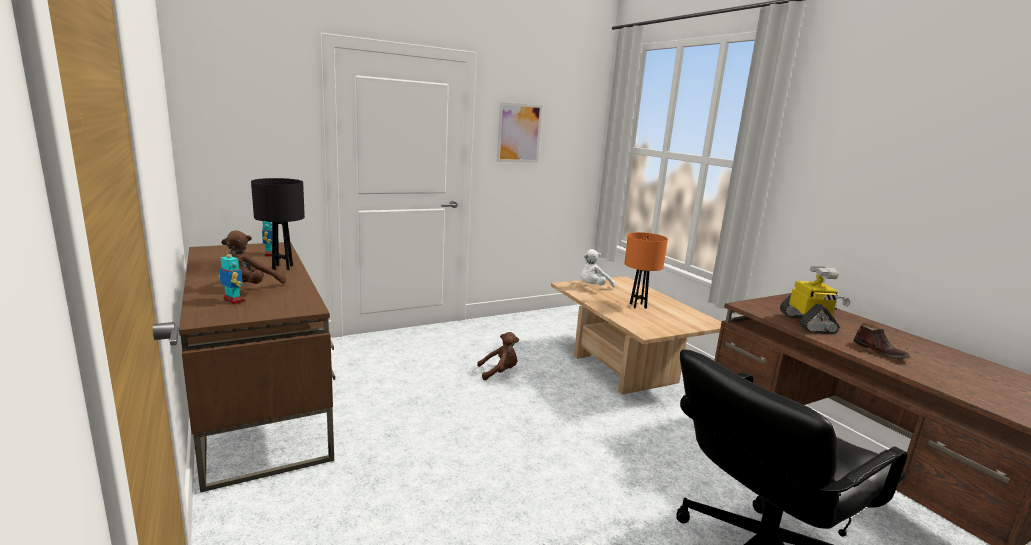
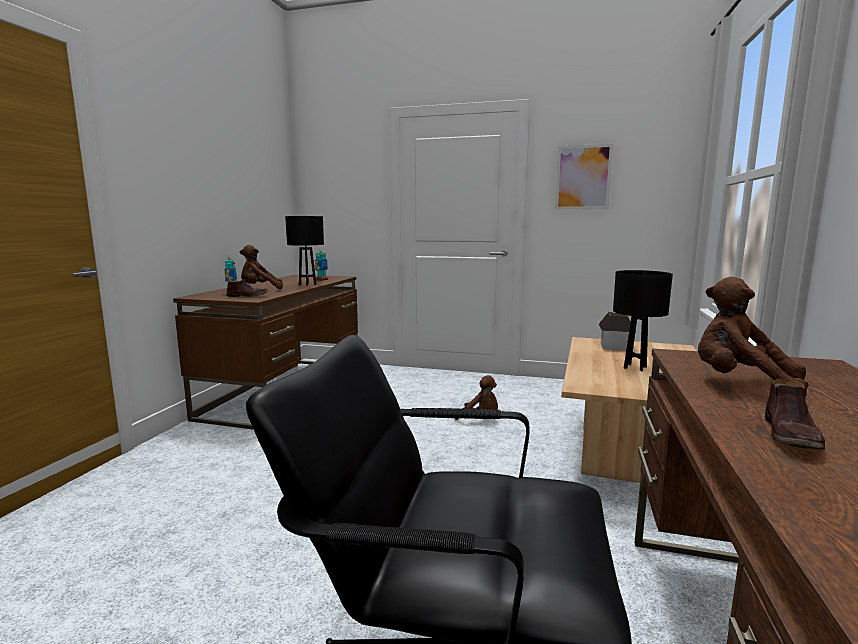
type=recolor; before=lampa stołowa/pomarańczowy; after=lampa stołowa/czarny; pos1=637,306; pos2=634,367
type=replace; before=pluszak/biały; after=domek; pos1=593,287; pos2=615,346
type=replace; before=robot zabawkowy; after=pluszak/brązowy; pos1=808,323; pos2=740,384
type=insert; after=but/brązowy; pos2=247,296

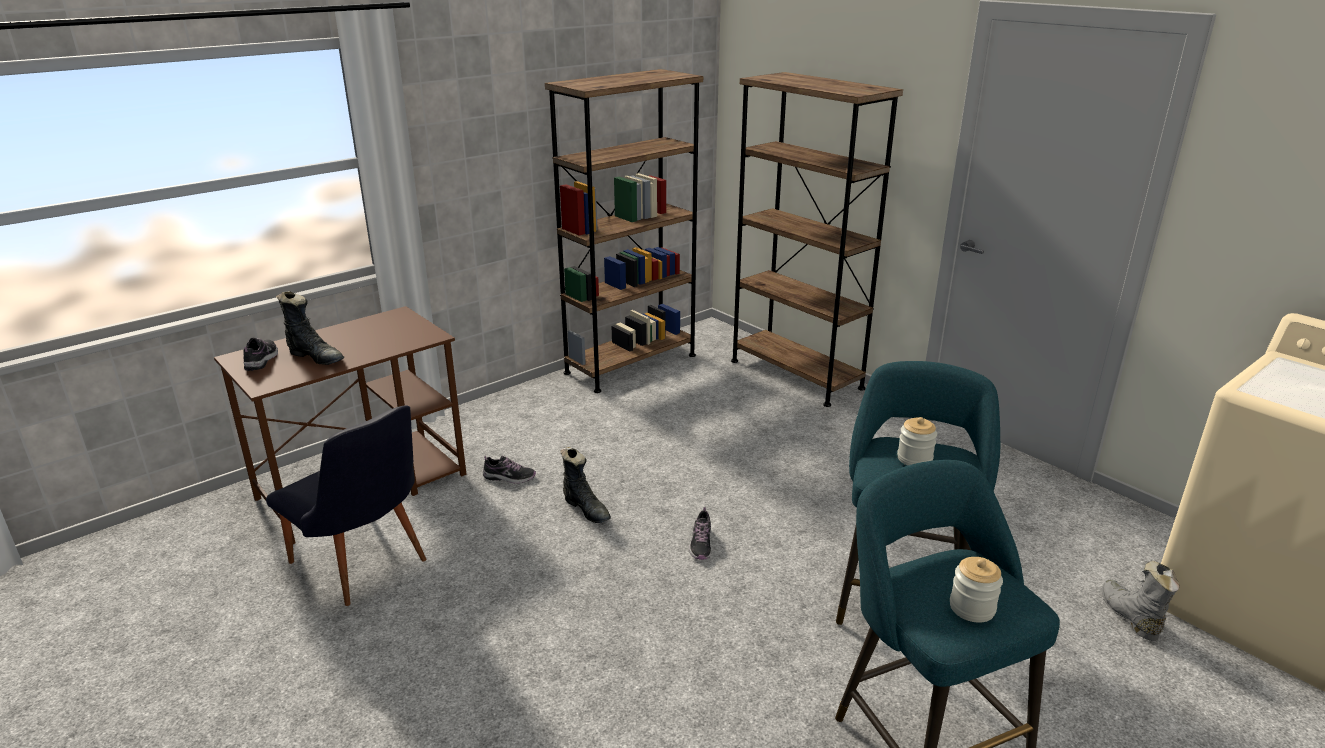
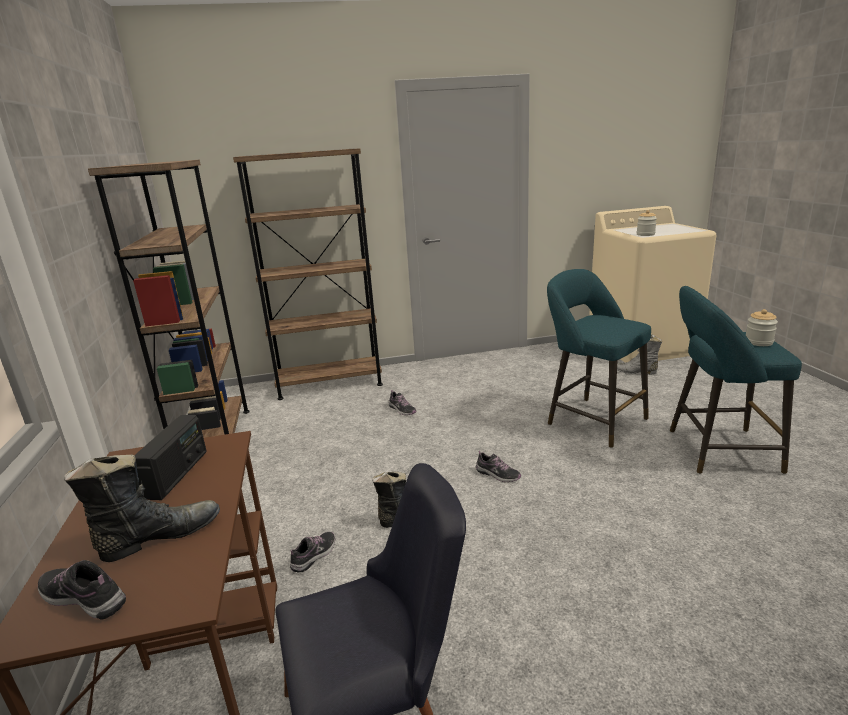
type=move; before=słoik; pos1=914,459; pos2=645,234
type=insert; after=but; pos2=402,410
type=insert; after=radio; pos2=177,474

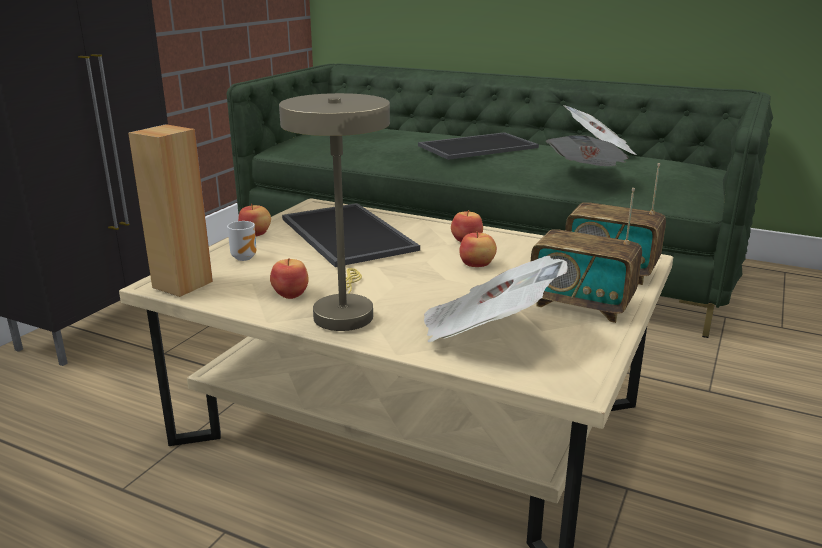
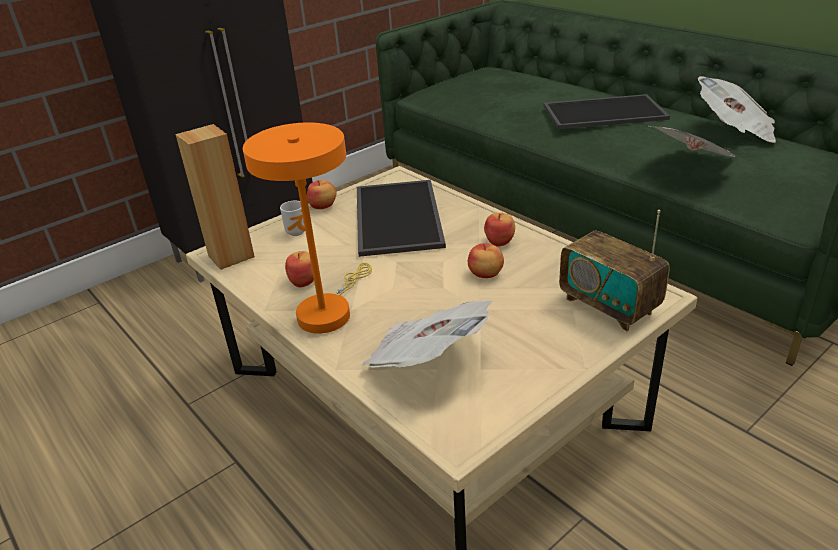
type=recolor; before=lampa stołowa/beżowy; after=lampa stołowa/pomarańczowy; pos1=343,311; pos2=328,311
type=delete; before=radio; pos1=581,305

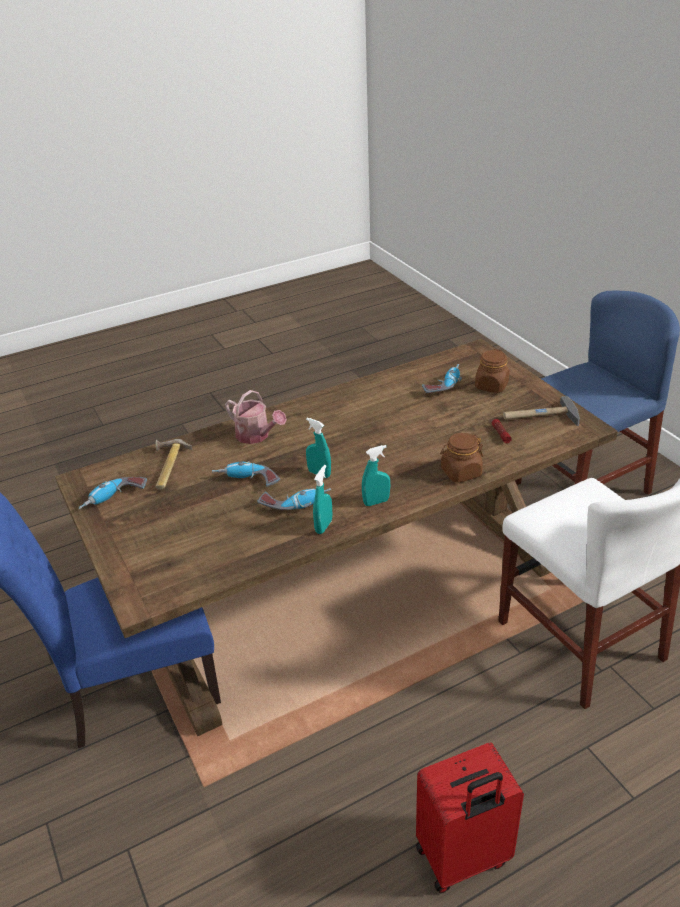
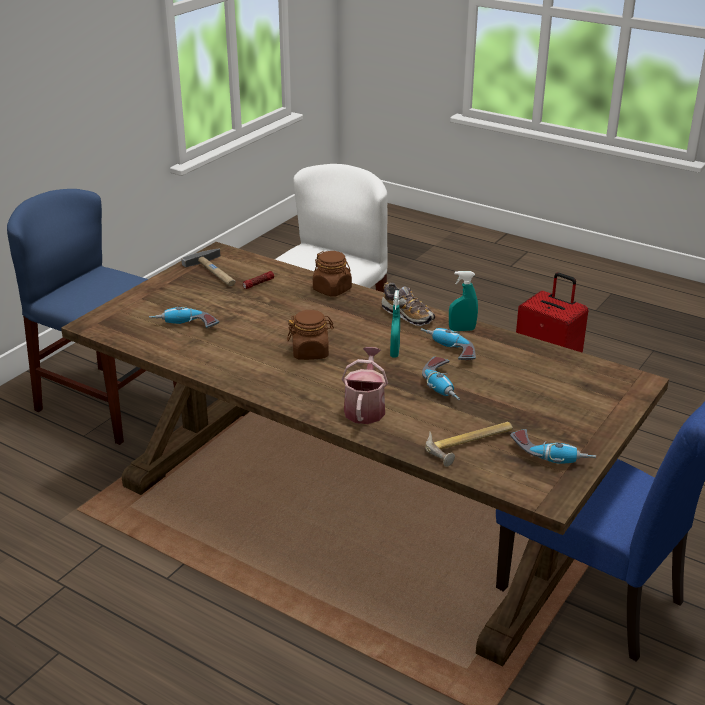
type=move; before=słoik/brązowy; pos1=491,386; pos2=310,352
type=replace; before=spryskiwacz/turkusowy; after=but; pos1=376,502; pos2=407,315

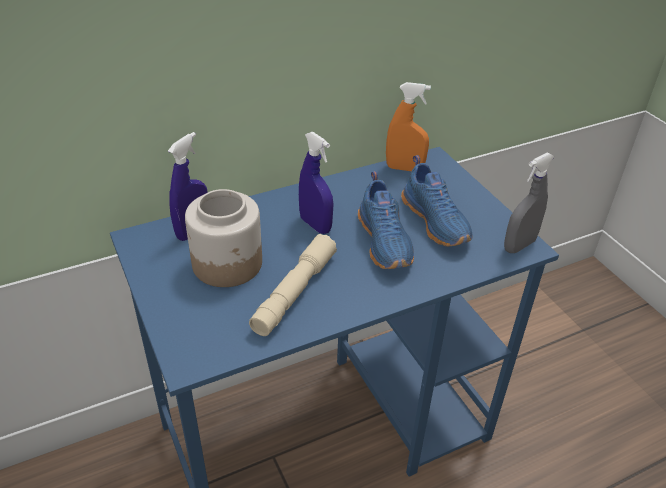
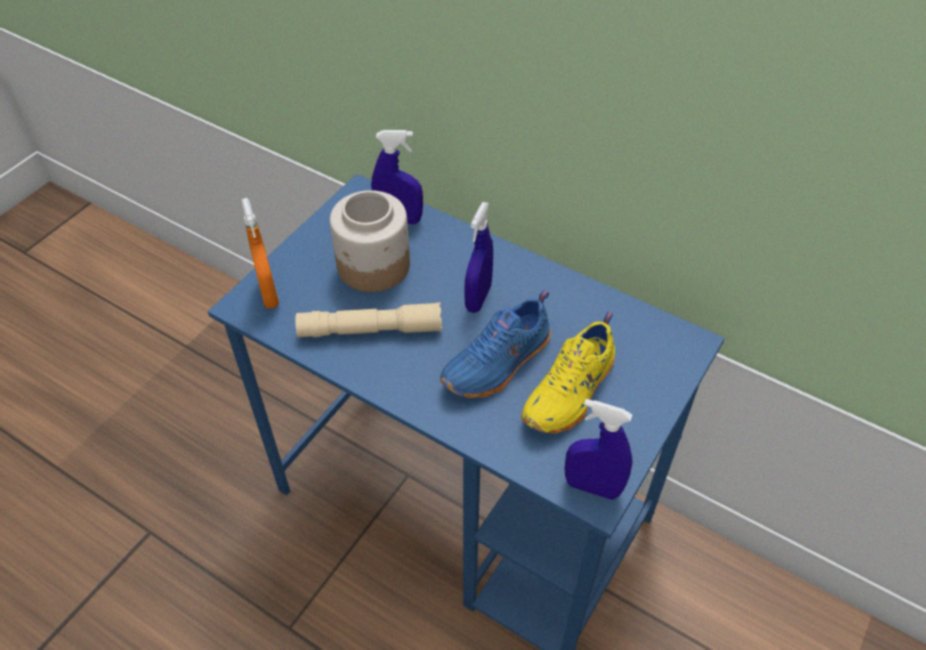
type=move; before=spryskiwacz/pomarańczowy; pos1=404,168; pos2=269,294
type=recolor; before=spryskiwacz/szary; after=spryskiwacz/niebieski; pos1=519,245; pos2=592,487
type=recolor; before=but/niebieski; after=but/żółty; pos1=436,221; pos2=571,393

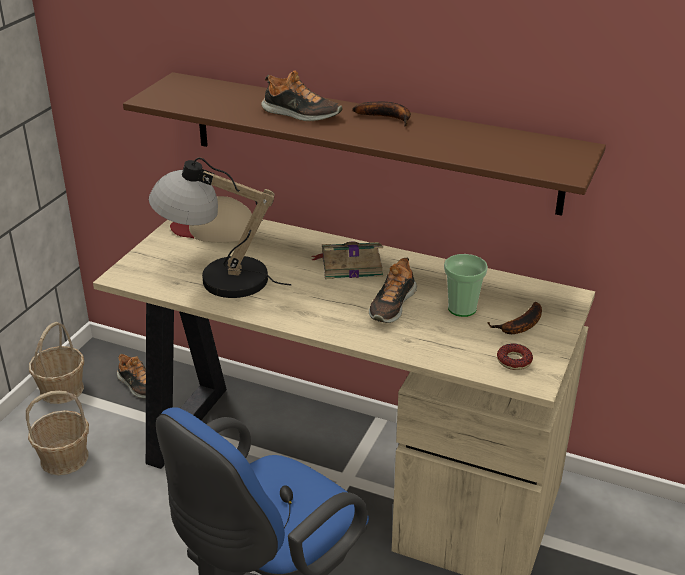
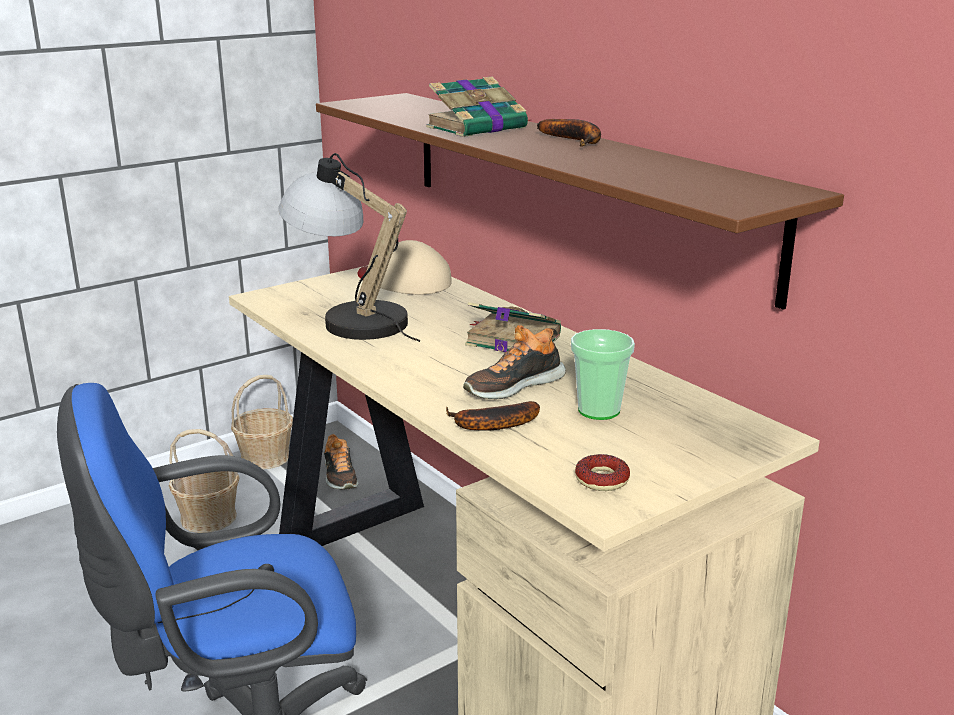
type=replace; before=but; after=książka; pos1=300,114; pos2=479,127
type=move; before=banan; pos1=520,326; pos2=490,425

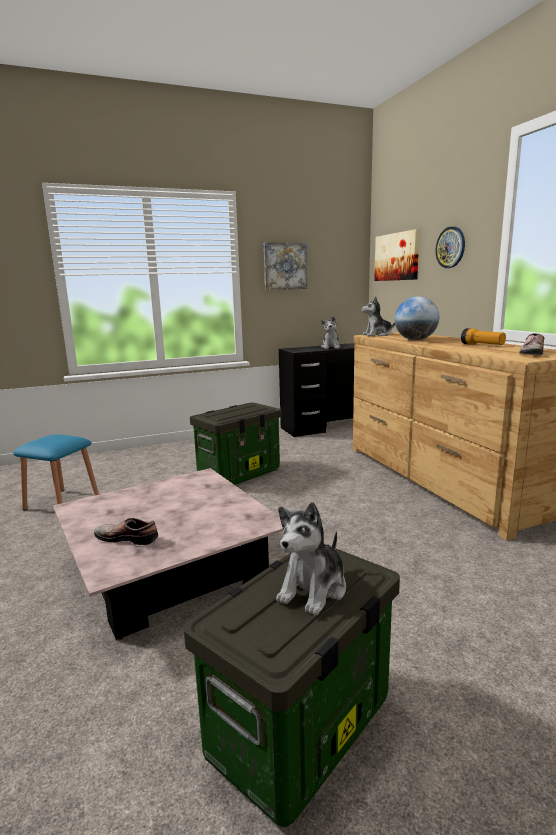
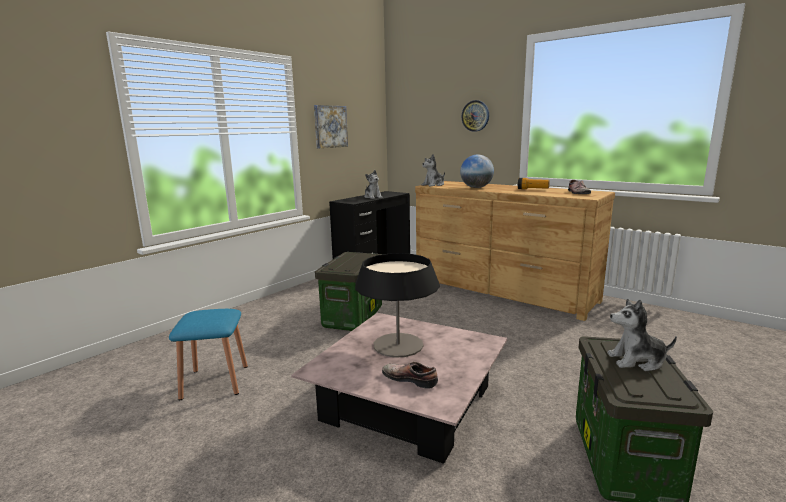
type=delete; before=obraz; pos1=397,257
type=rotate; before=pluszak; pos1=314,589; pos2=637,361; turn=90
type=rotate; before=but; pos1=128,537; pos2=410,378; turn=45
type=insert; after=lampa stołowa; pos2=398,345

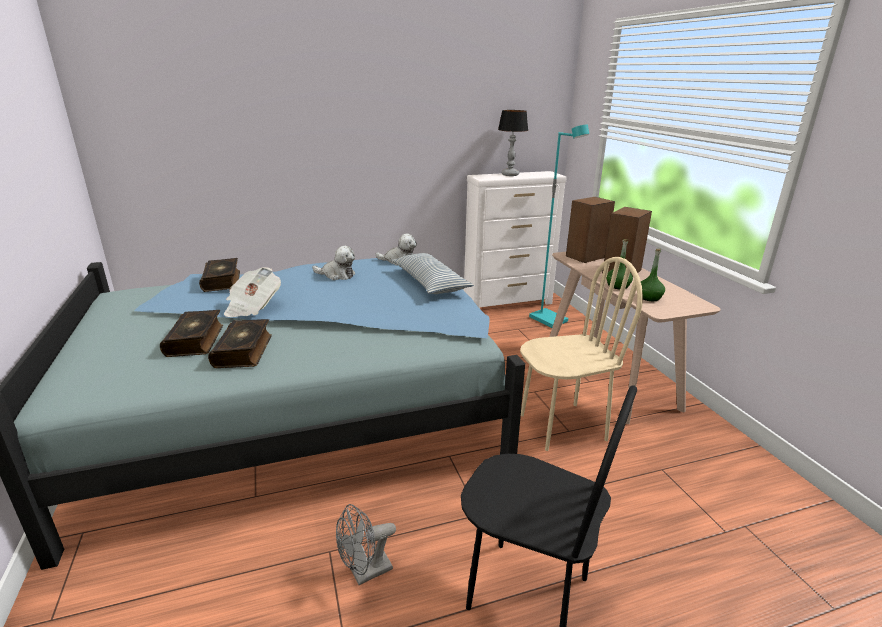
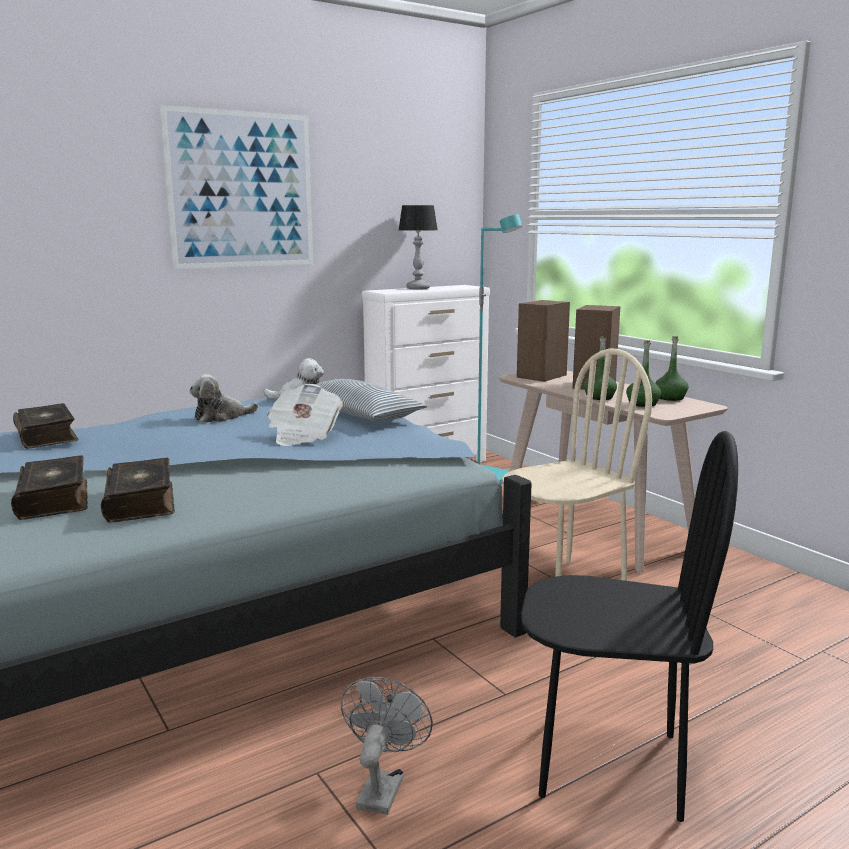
type=rotate; before=pluszak; pos1=337,275; pos2=221,417; turn=150
type=move; before=gazeta; pos1=252,307; pos2=303,435
type=rotate; before=wentylator/szary; pos1=365,573; pos2=382,787; turn=150
type=insert; after=obraz; pos2=241,190
type=insert; after=butelka/zielony; pos2=670,398

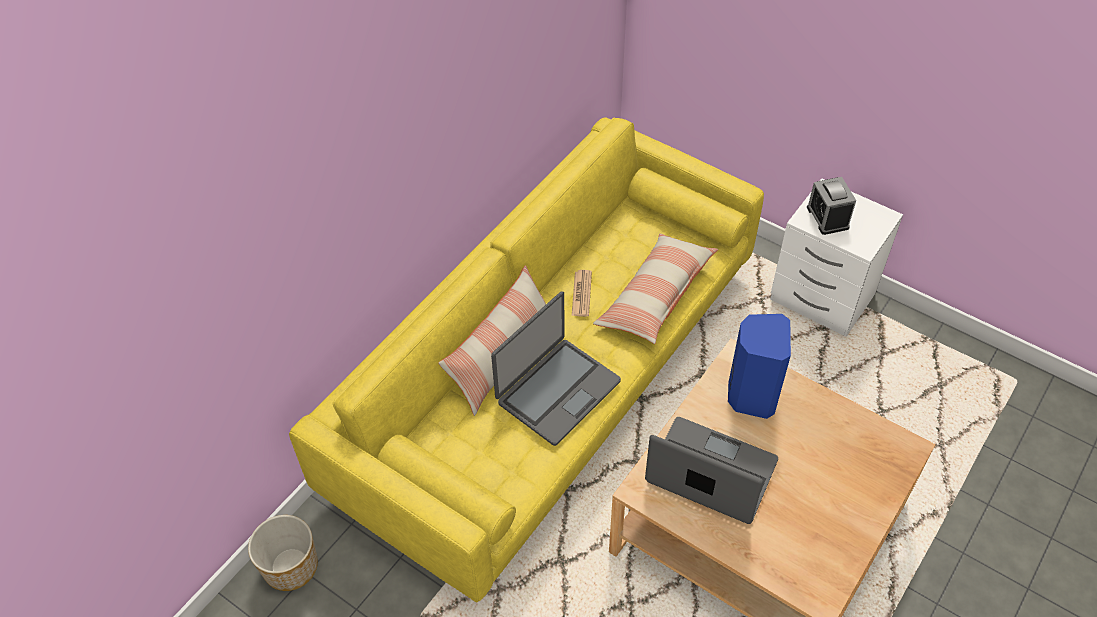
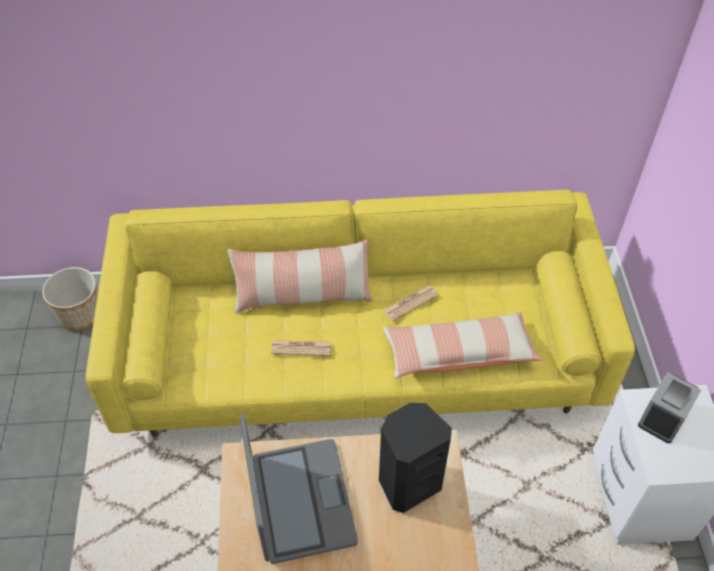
type=replace; before=laptop; after=gazeta; pos1=557,391; pos2=301,348
type=recolor; before=głośnik/niebieski; after=głośnik/czarny; pos1=751,395; pos2=408,482

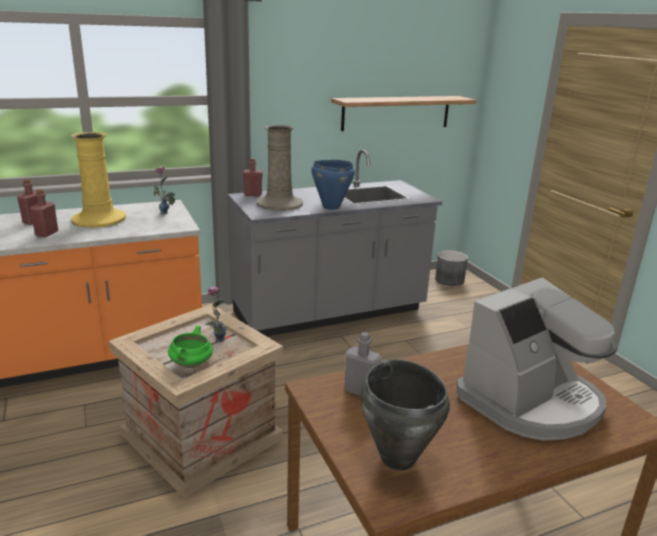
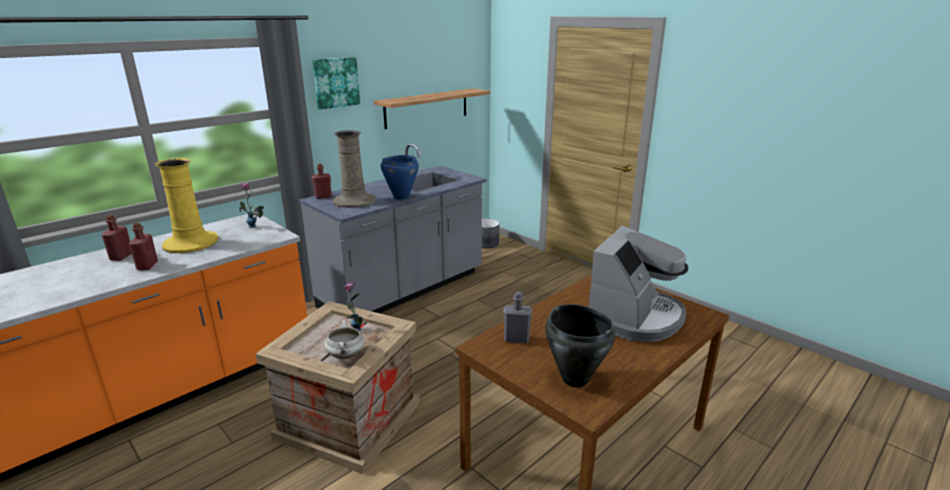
type=recolor; before=garnek/zielony; after=garnek/biały; pos1=191,364; pos2=346,355
type=insert; after=obraz; pos2=335,82

